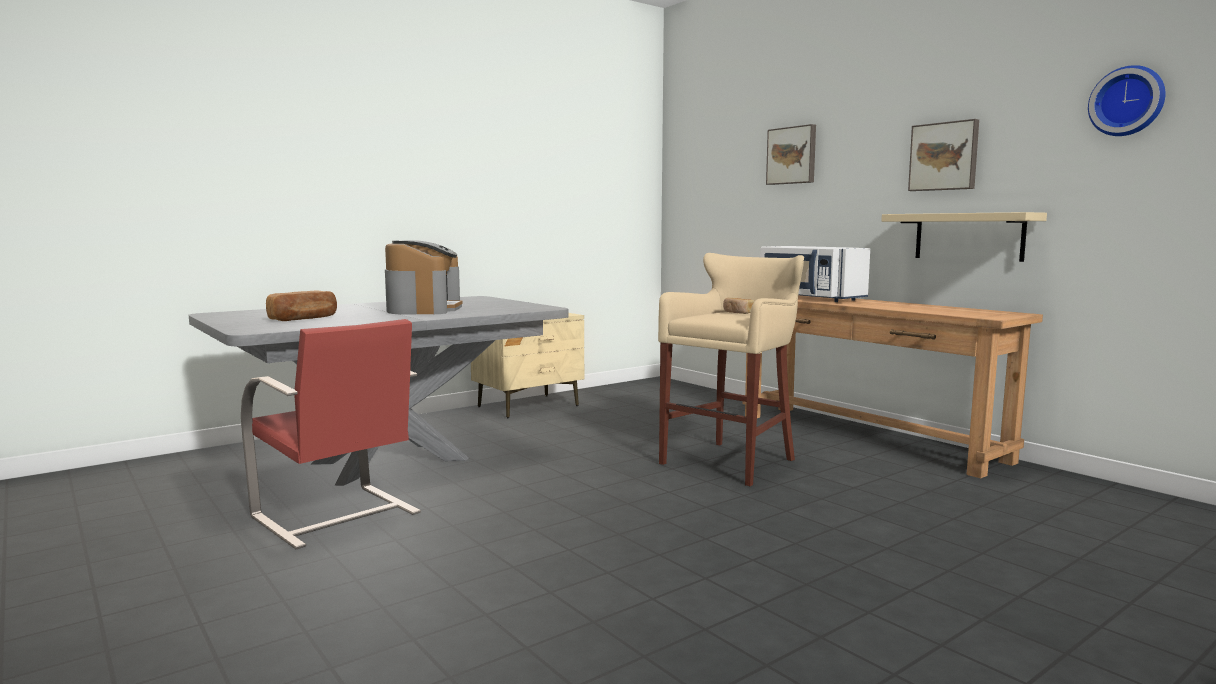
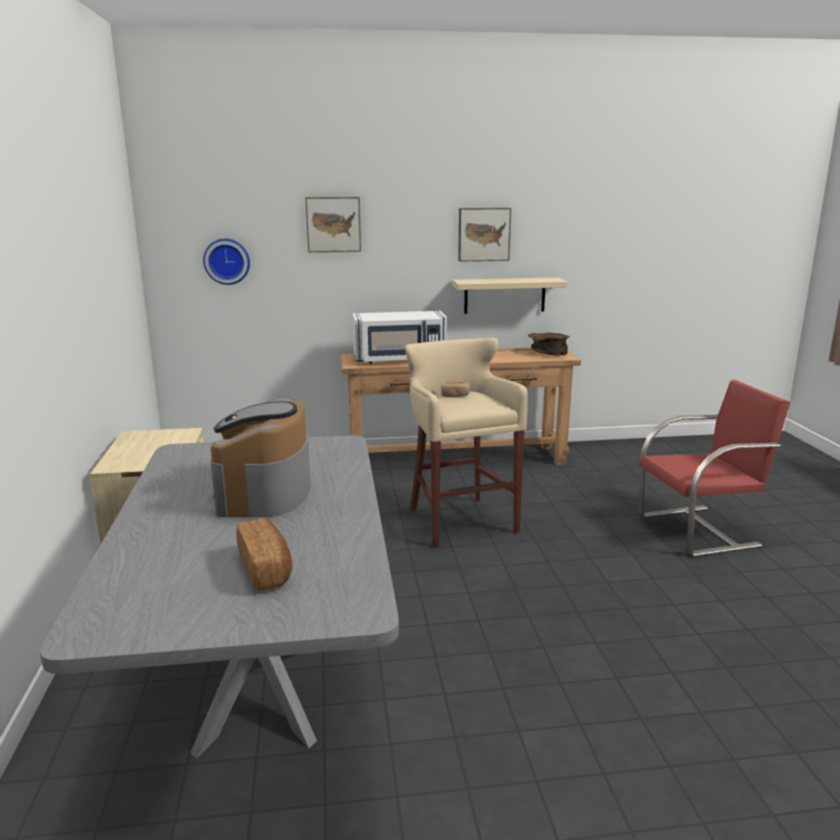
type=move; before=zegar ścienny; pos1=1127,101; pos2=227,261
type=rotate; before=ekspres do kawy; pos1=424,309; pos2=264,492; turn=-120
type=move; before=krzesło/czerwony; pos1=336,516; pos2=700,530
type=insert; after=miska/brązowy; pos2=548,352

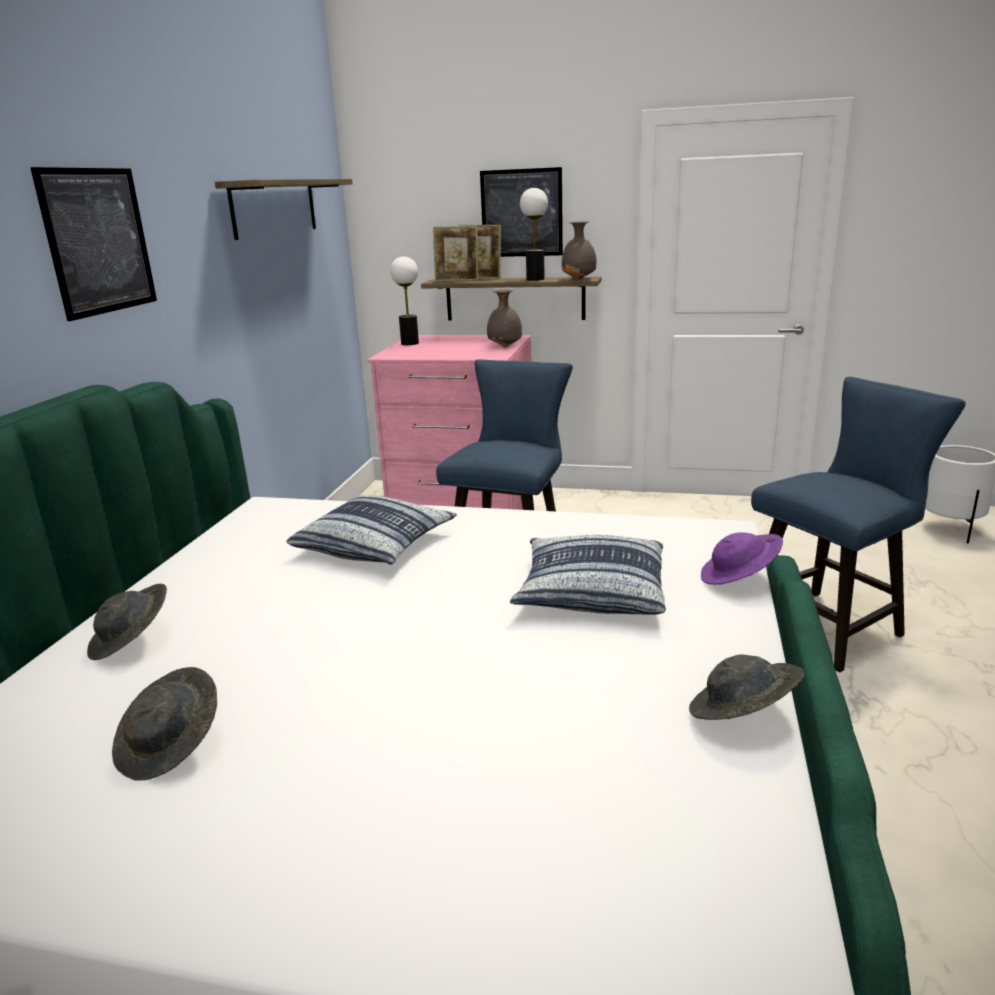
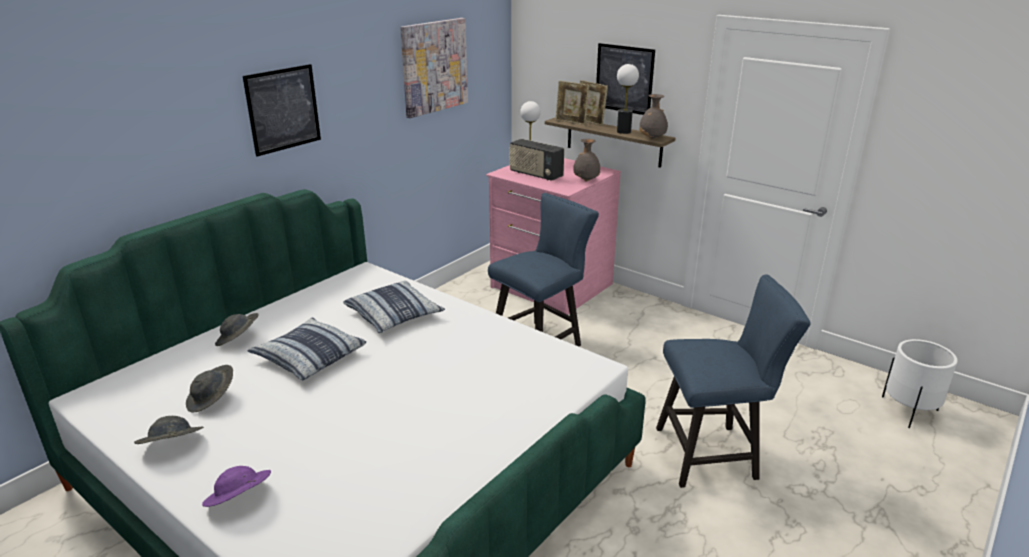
type=replace; before=półka; after=obraz; pos1=275,207; pos2=434,66
type=move; before=kapelusz/fioletowy; pos1=739,578; pos2=239,501
type=move; before=poduszka; pos1=591,591; pos2=309,357
type=move; before=kapelusz/szary; pos1=742,715; pos2=172,447
type=insert; after=radio; pos2=535,175

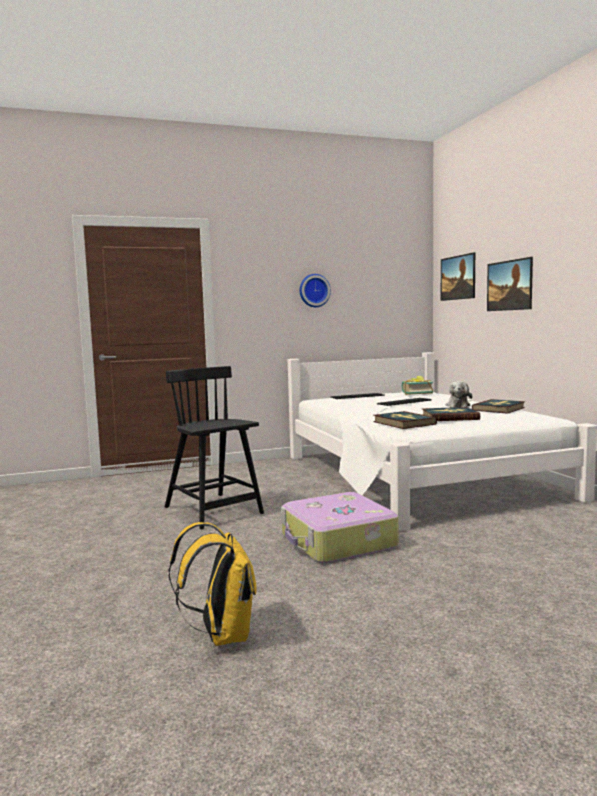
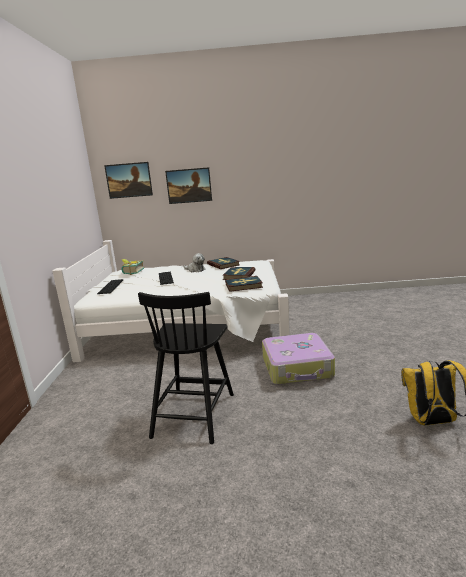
type=delete; before=zegar ścienny; pos1=314,290
type=rotate; before=krzesło/czarny; pos1=213,511; pos2=194,413; turn=-60

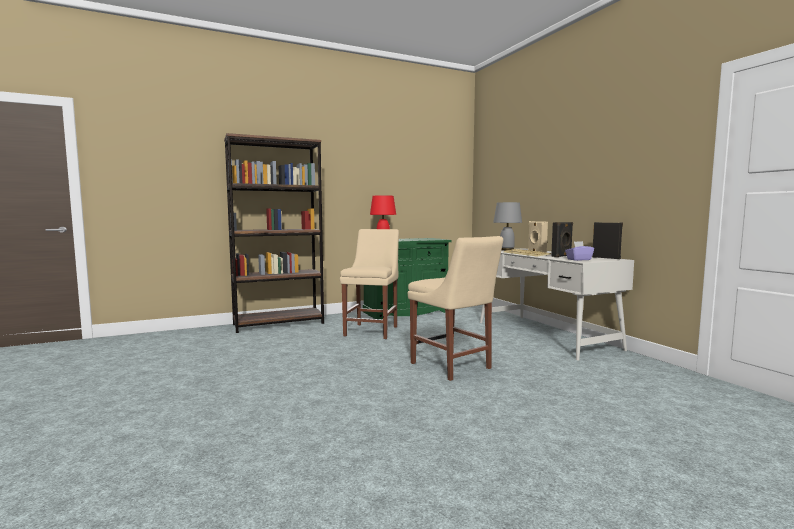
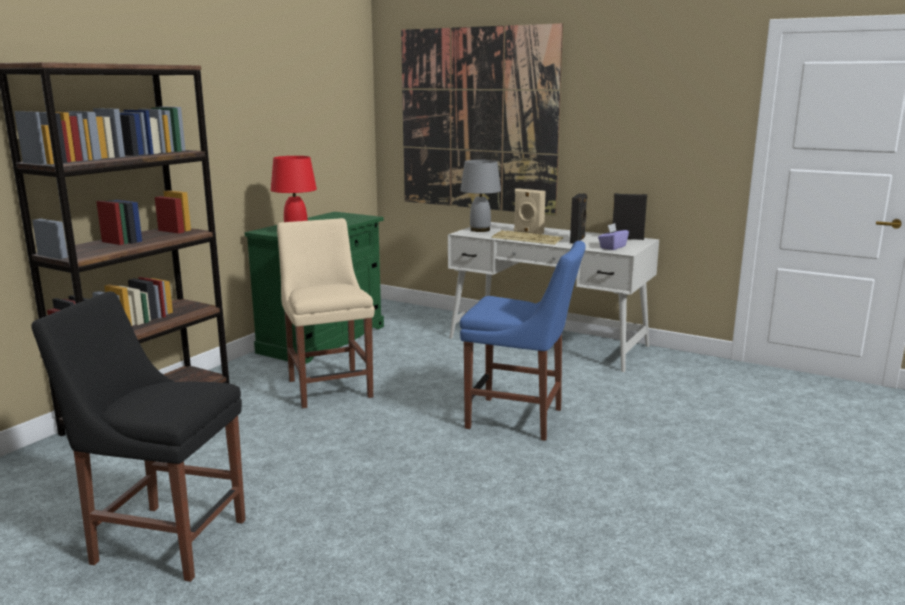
type=recolor; before=krzesło/beżowy; after=krzesło/niebieski; pos1=453,367; pos2=519,419
type=insert; after=obraz; pos2=477,120
type=insert; after=krzesło/czarny; pos2=164,539

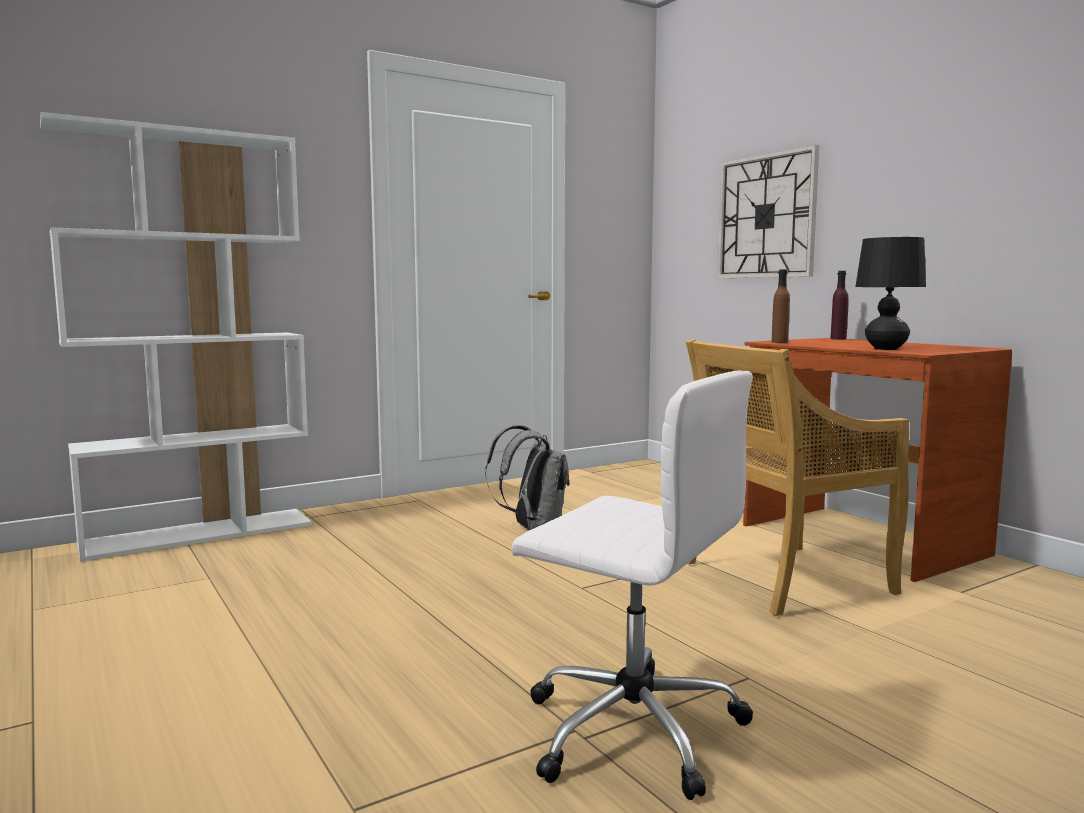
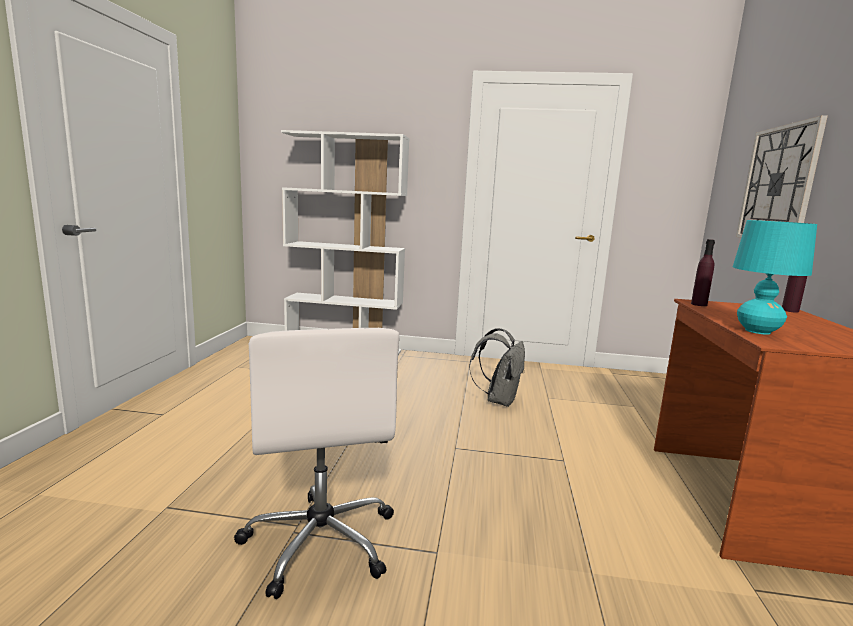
type=recolor; before=lampa stołowa/czarny; after=lampa stołowa/turkusowy; pos1=886,349; pos2=757,331
type=recolor; before=butelka/brązowy; after=butelka/fioletowy; pos1=779,342; pos2=699,304
type=delete; before=krzesło/beżowy; pos1=783,578

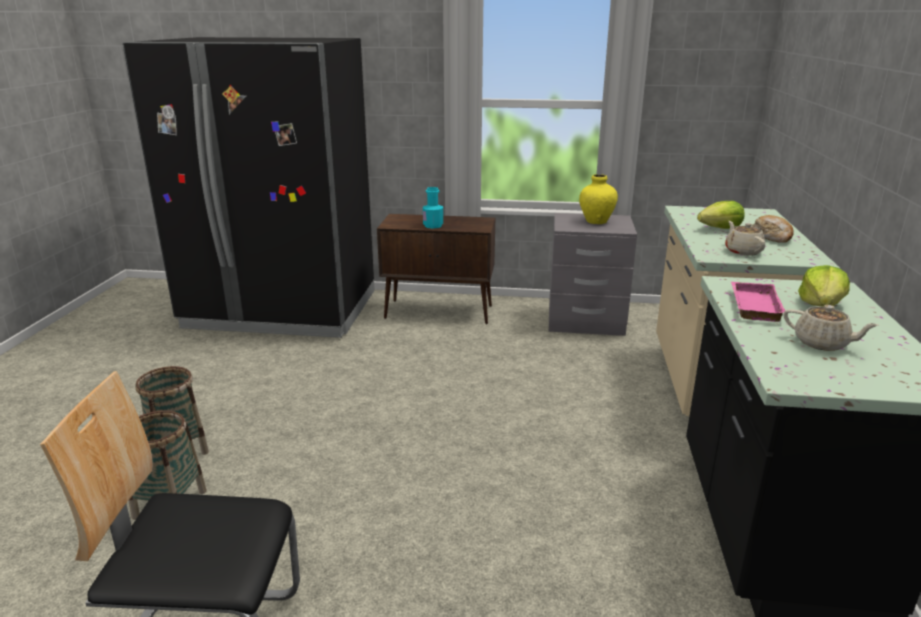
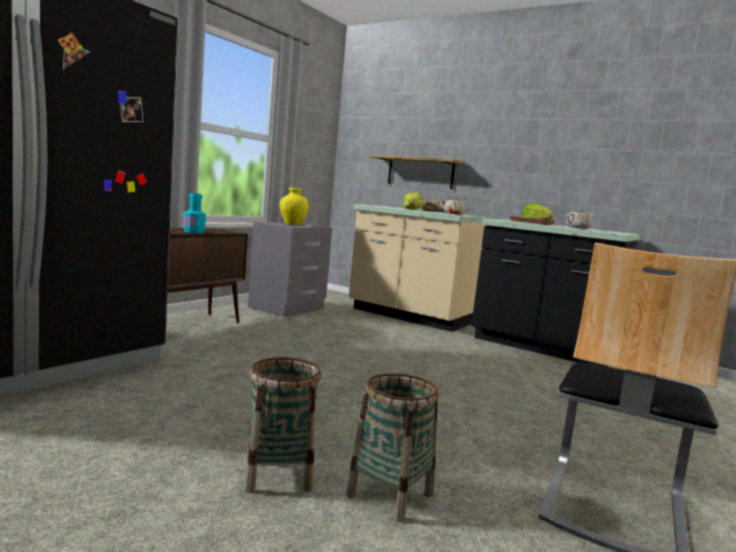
type=insert; after=półka; pos2=420,172

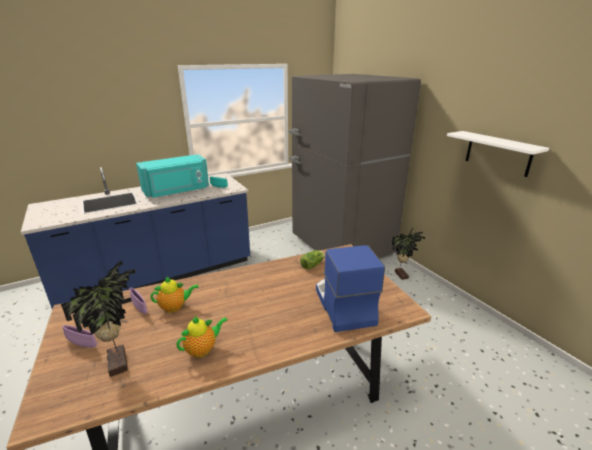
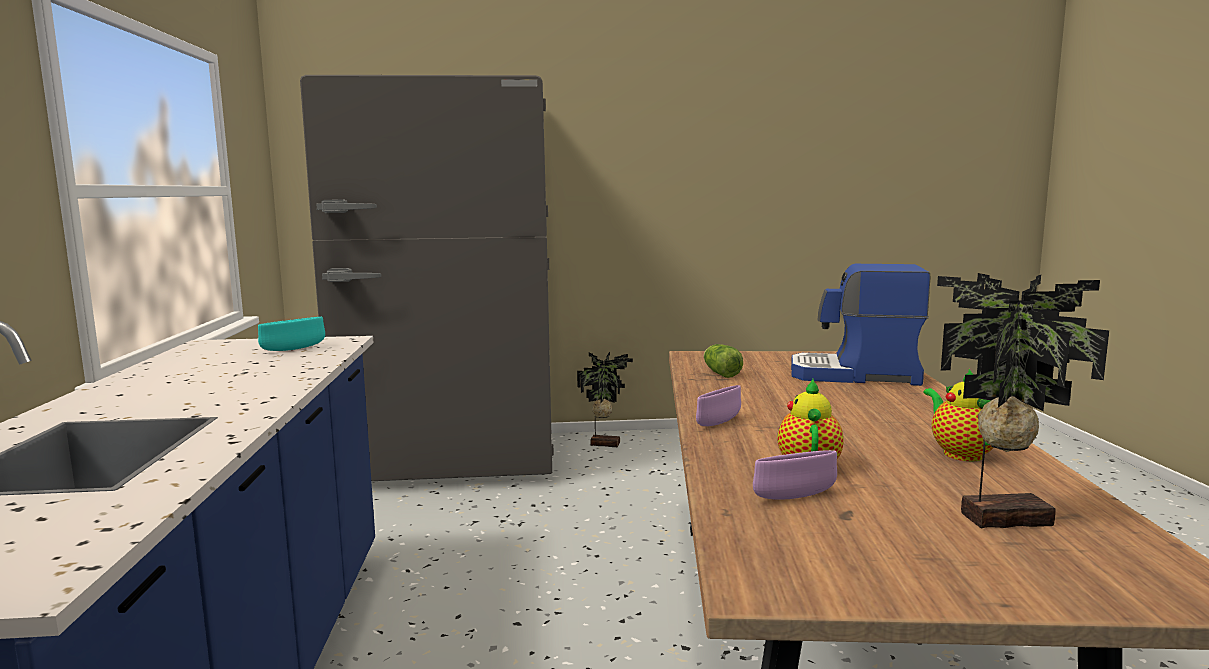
type=delete; before=półka/biały; pos1=498,153
type=delete; before=mikrofalówka/turkusowy; pos1=177,191
type=move; before=miska/fioletowy; pos1=82,344; pos2=719,423

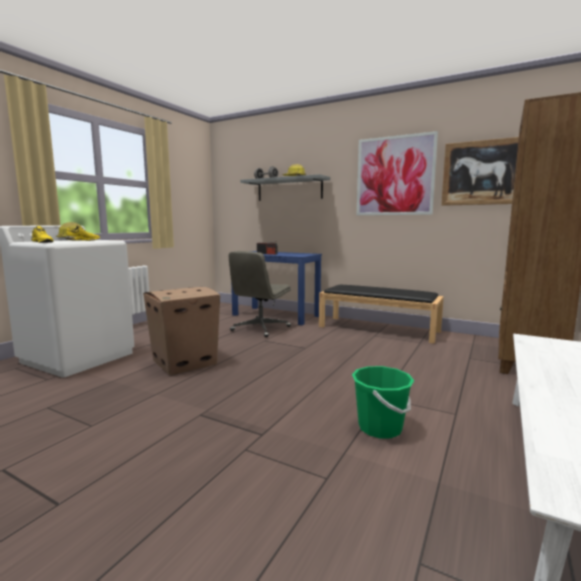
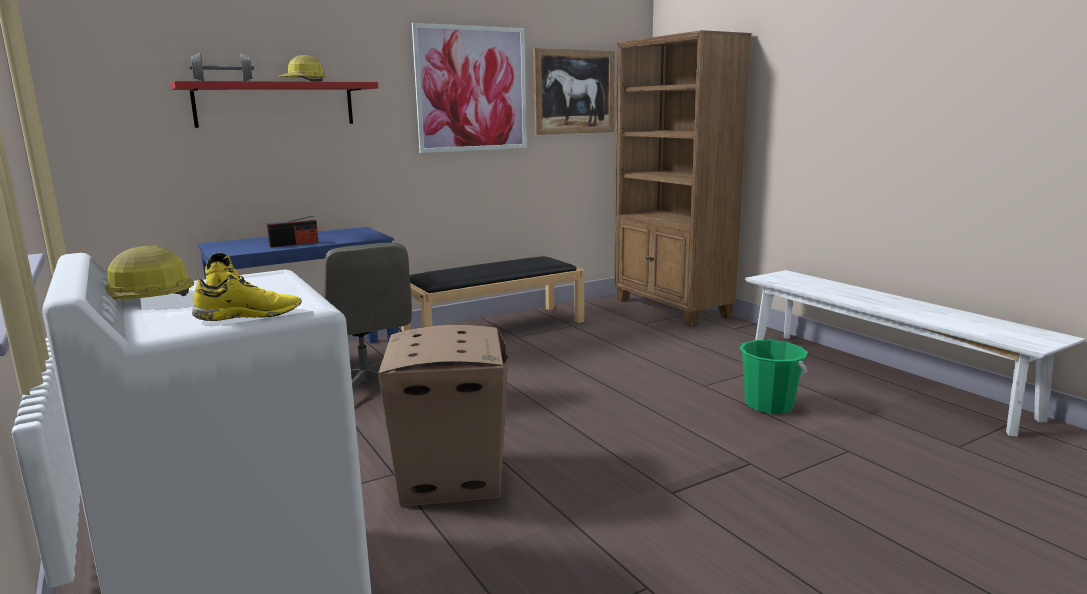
type=recolor; before=półka/szary; after=półka/czerwony; pos1=289,189; pos2=275,104

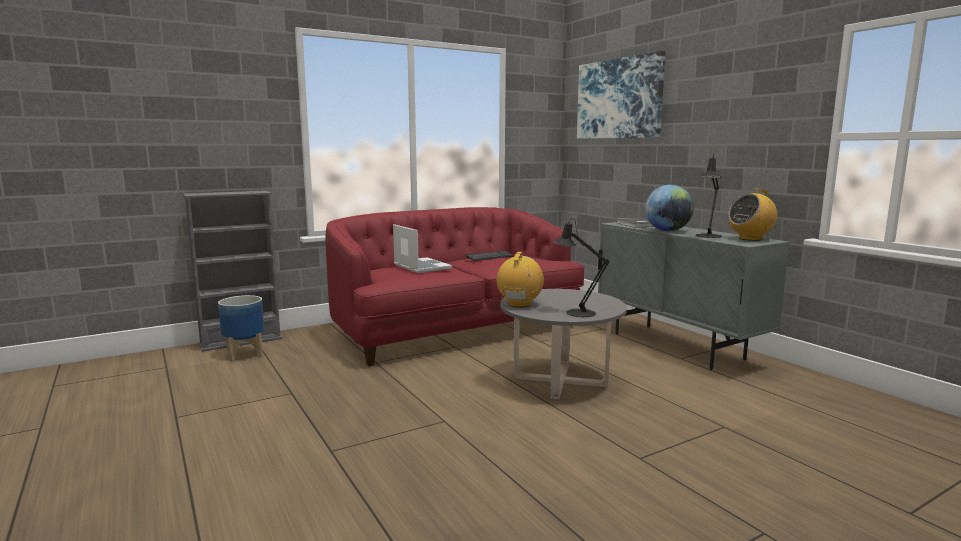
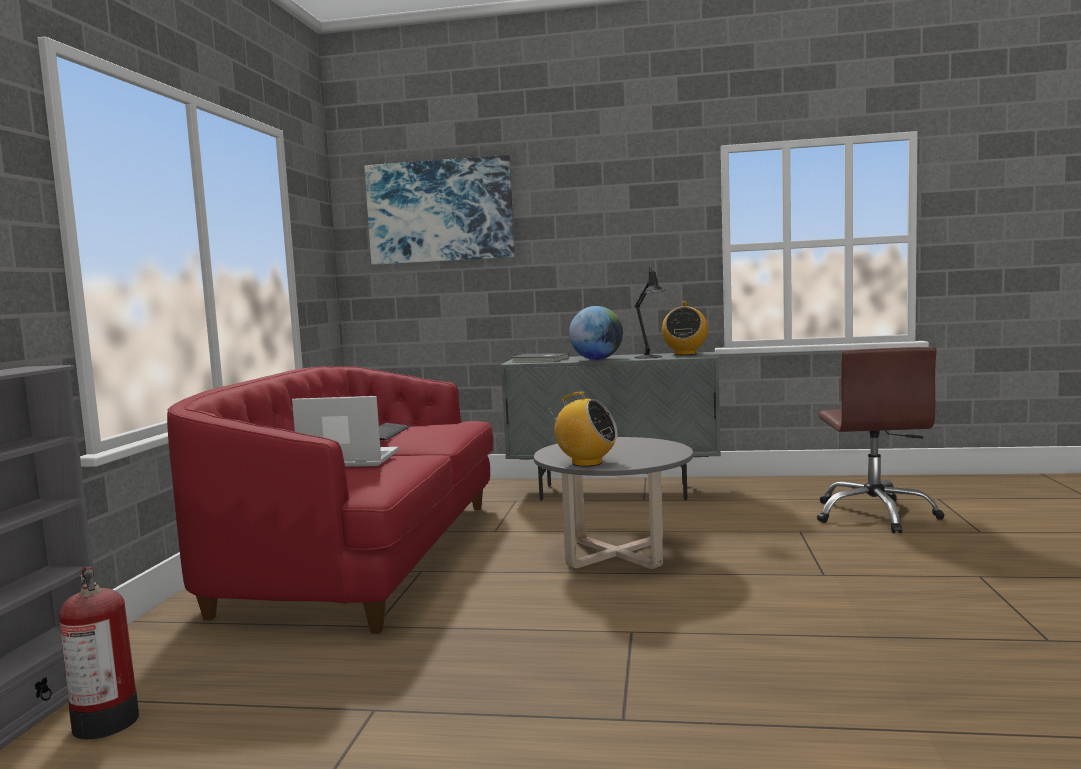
type=delete; before=lampa stołowa/czarny; pos1=576,312
type=rotate; before=radio; pos1=519,304; pos2=586,463; turn=150
type=replace; before=donica; after=gaśnica; pos1=244,354; pos2=105,720
type=insert; after=krzesło biurowe/brązowy; pos2=875,515

